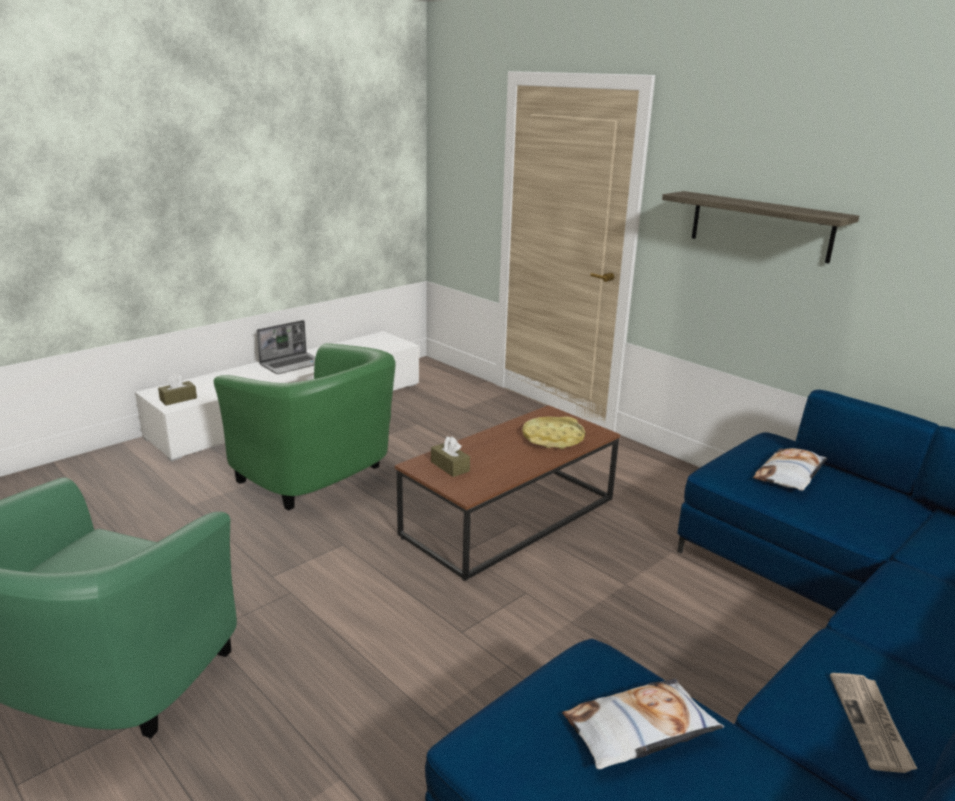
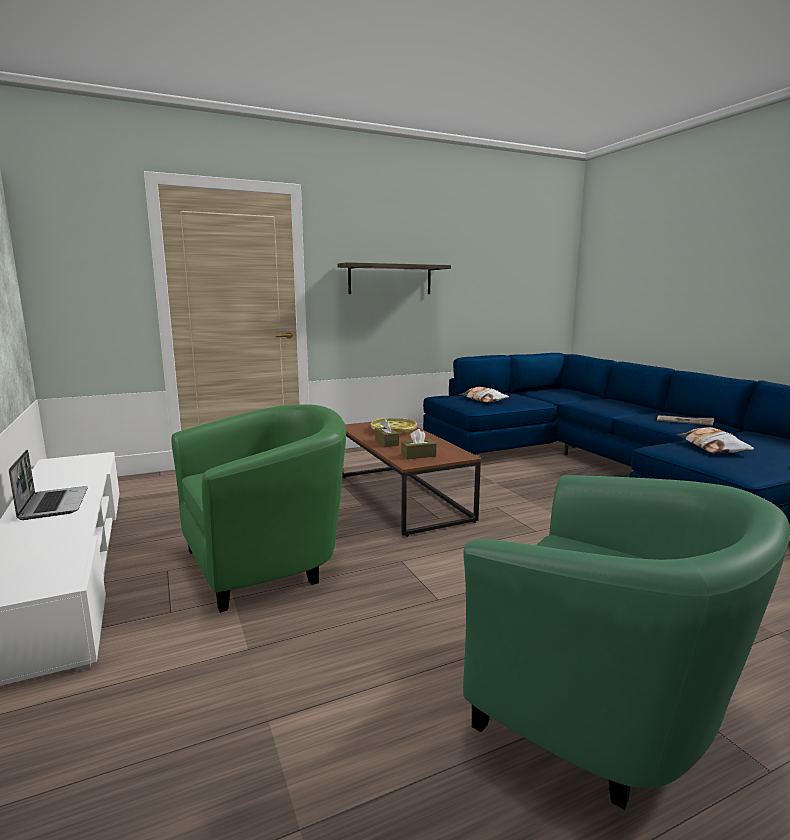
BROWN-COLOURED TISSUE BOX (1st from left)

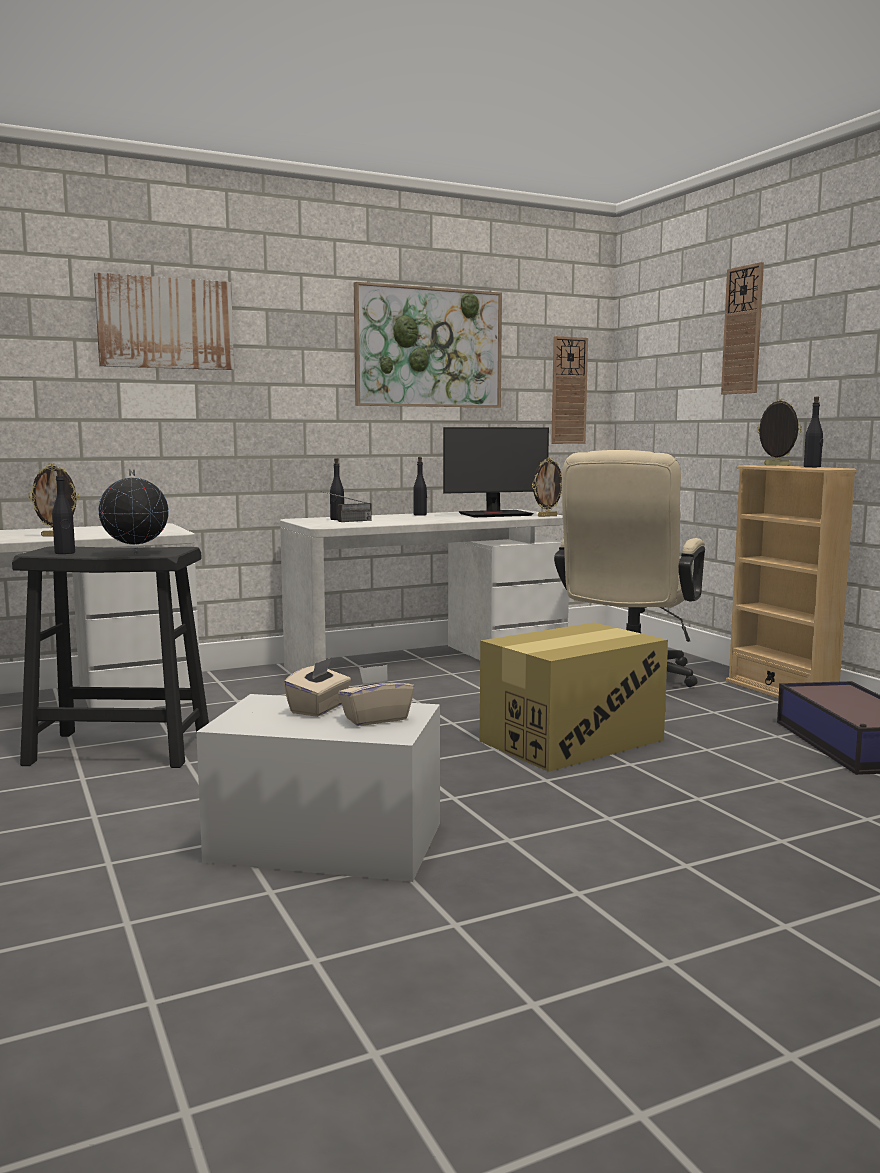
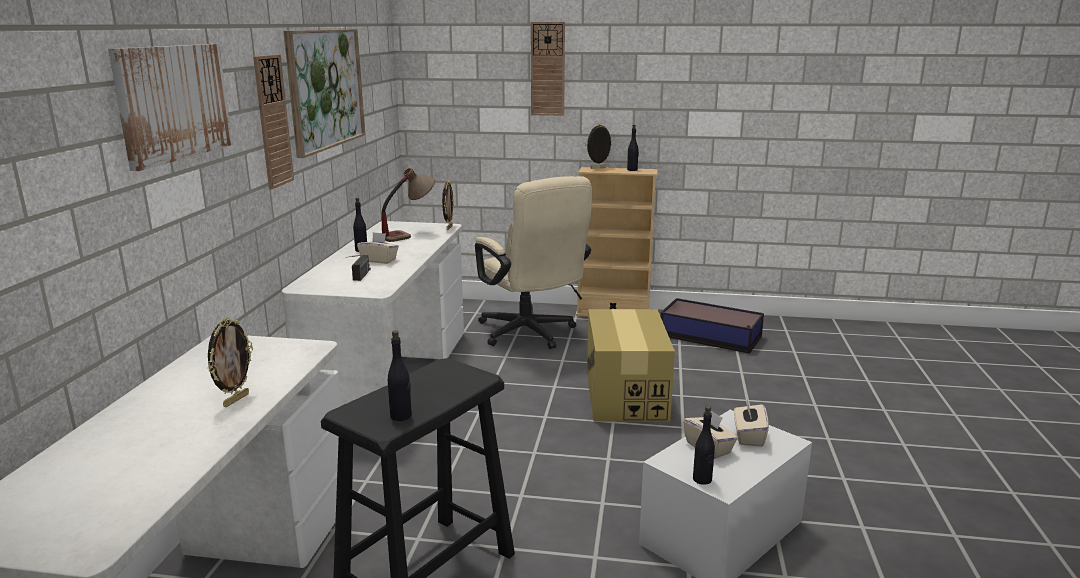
CLOCK ON THE WALL (1st from left)
TABLETOP LAMP
BLACKISH DRINK BOTTLE (4th from left)
GLOBE
BEIGE TISSUE BOX (1st from left)

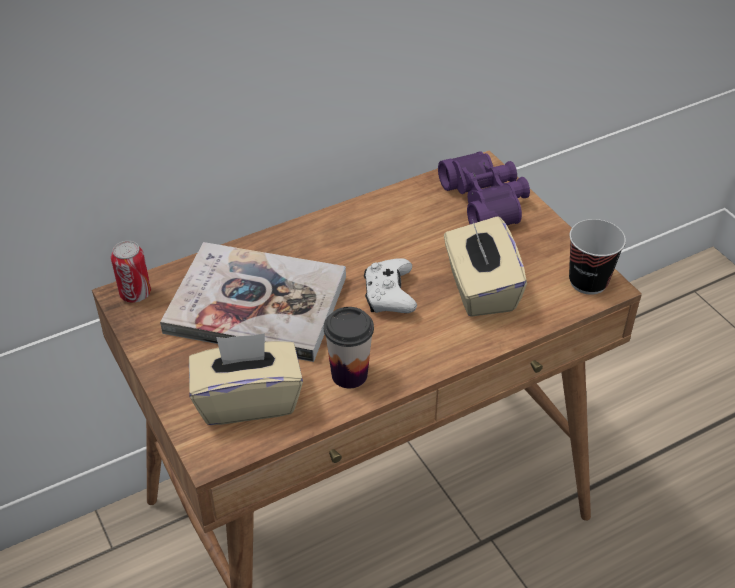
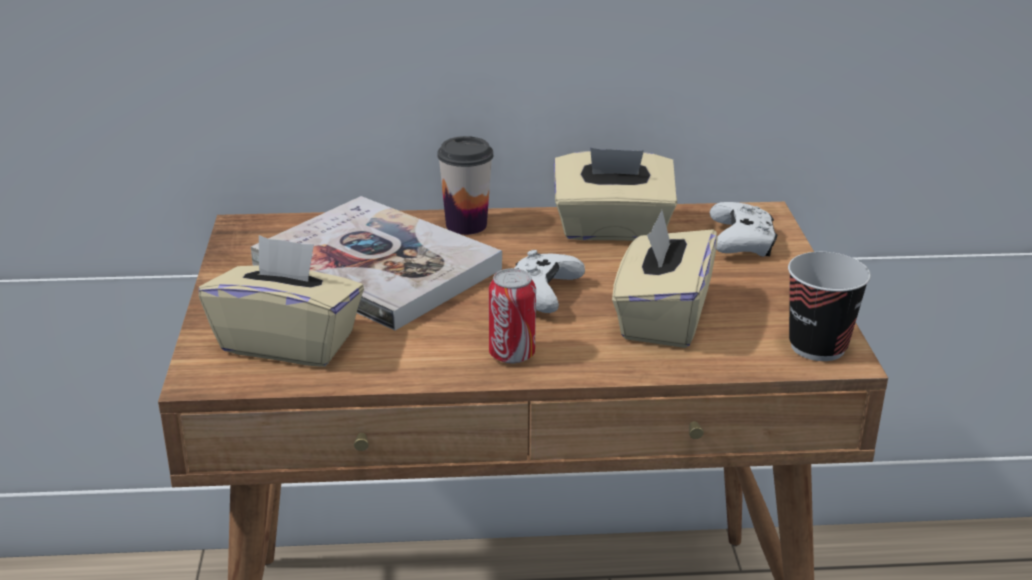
WHITISH JOYPAD (2nd from left)
SEALED CAN
DRINKING CUP (1st from left)
BEIGE TISSUE BOX (2nd from left)

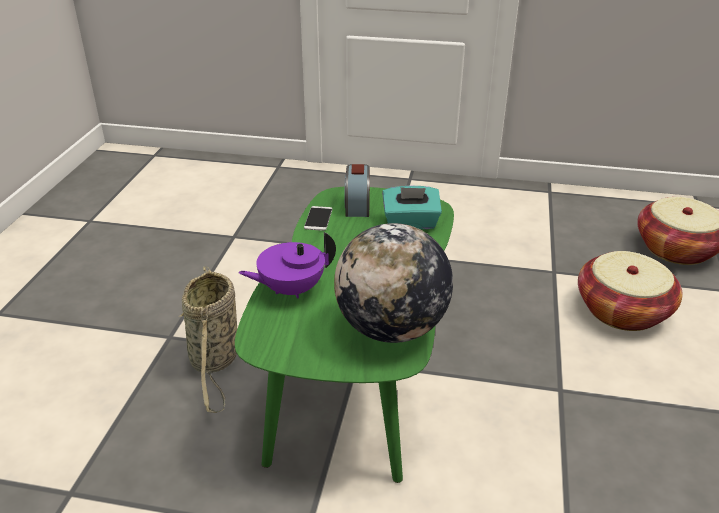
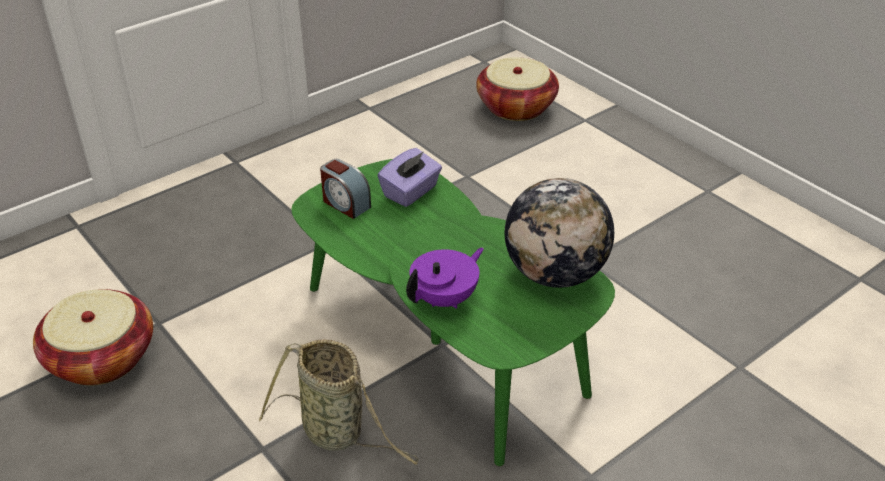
PURPLE-COLOURED TISSUE BOX
PHONE
PURPLE-COLOURED TEAPOT
BASKET (1st from left)

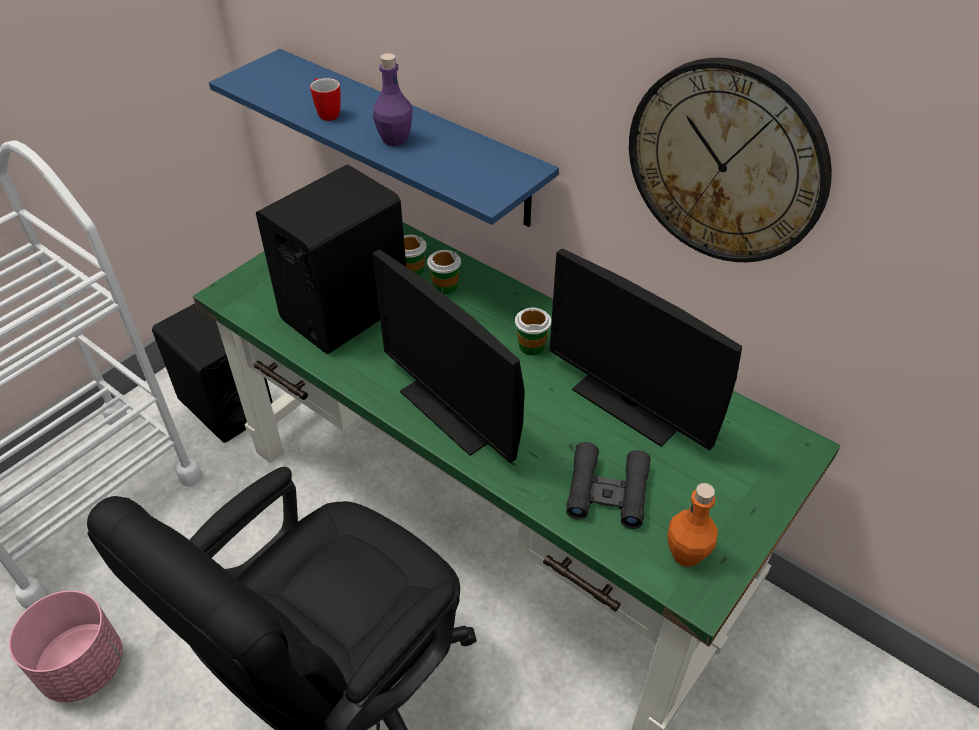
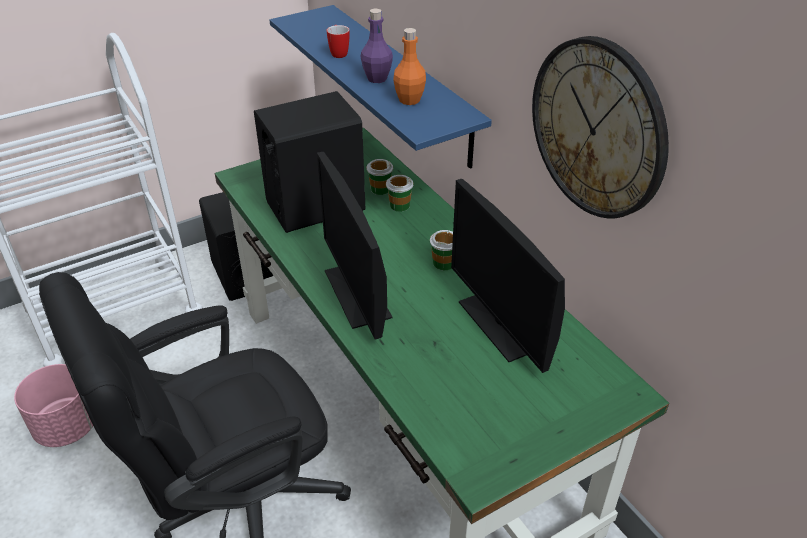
BLACKISH BINOCULARS
ORANGEY DRINK BOTTLE

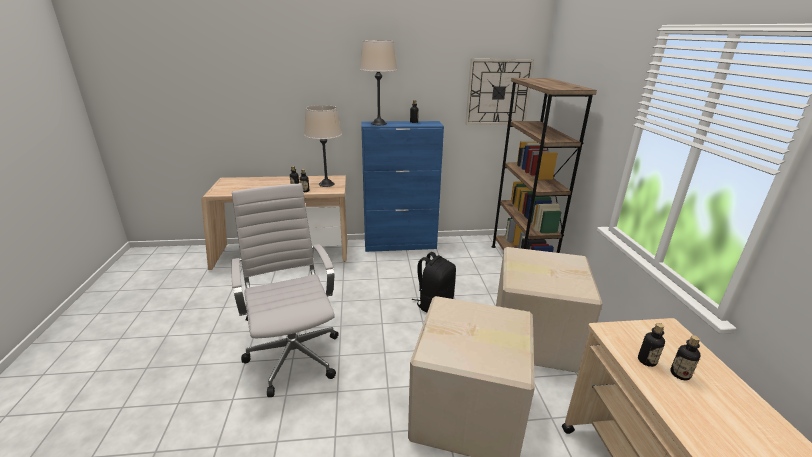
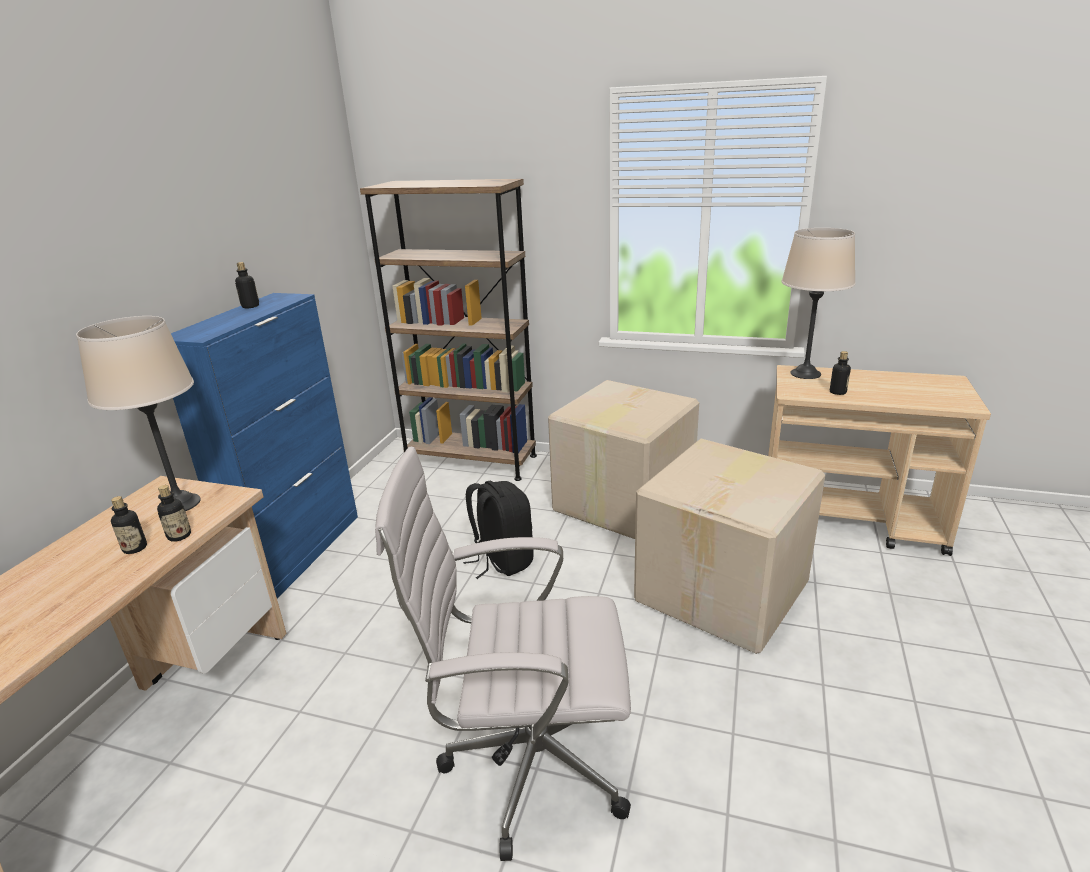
BEIGE TABLETOP LAMP (2nd from left)
CLOCK ON THE WALL
DRINK BOTTLE (5th from left in the first image)

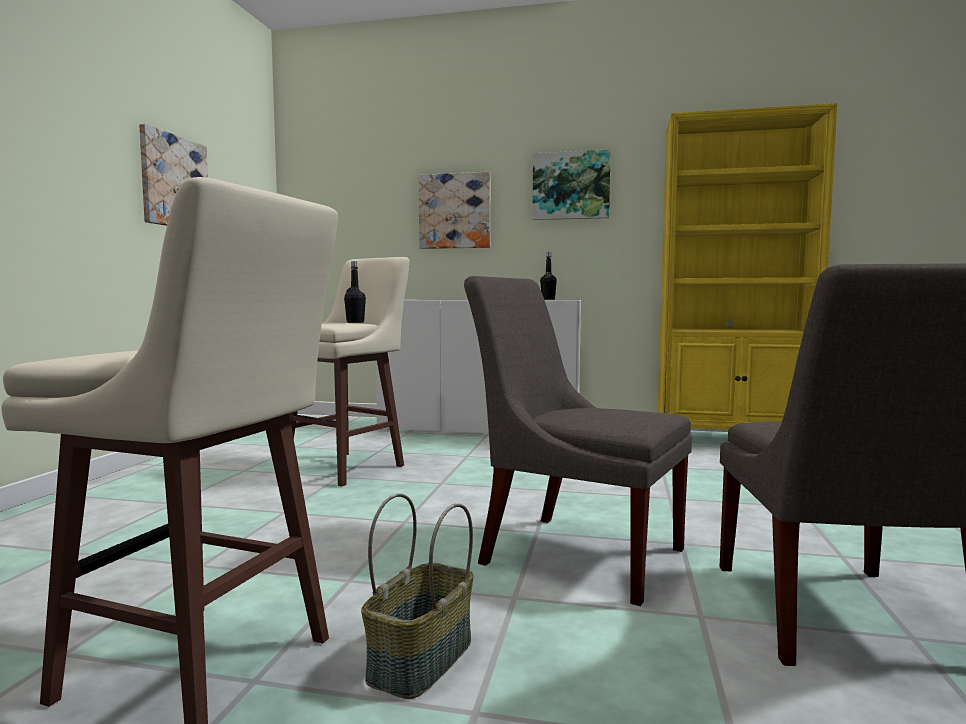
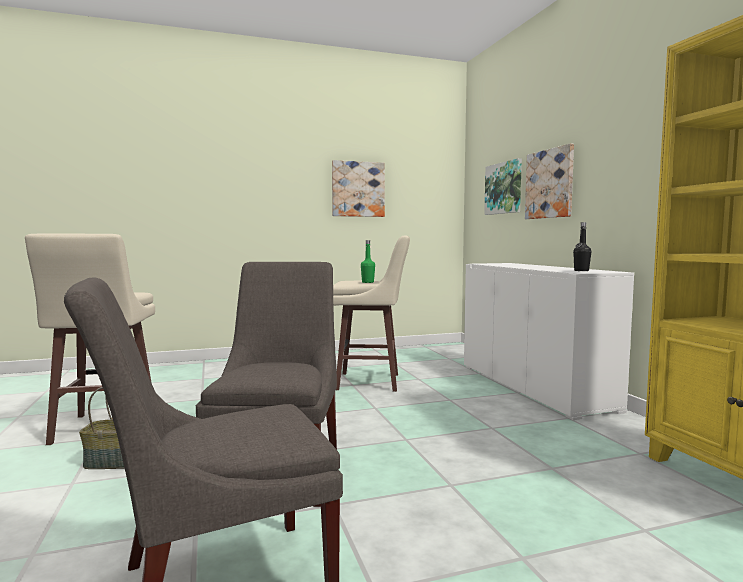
PICTURE (2nd from left)
GREENISH DRINK BOTTLE

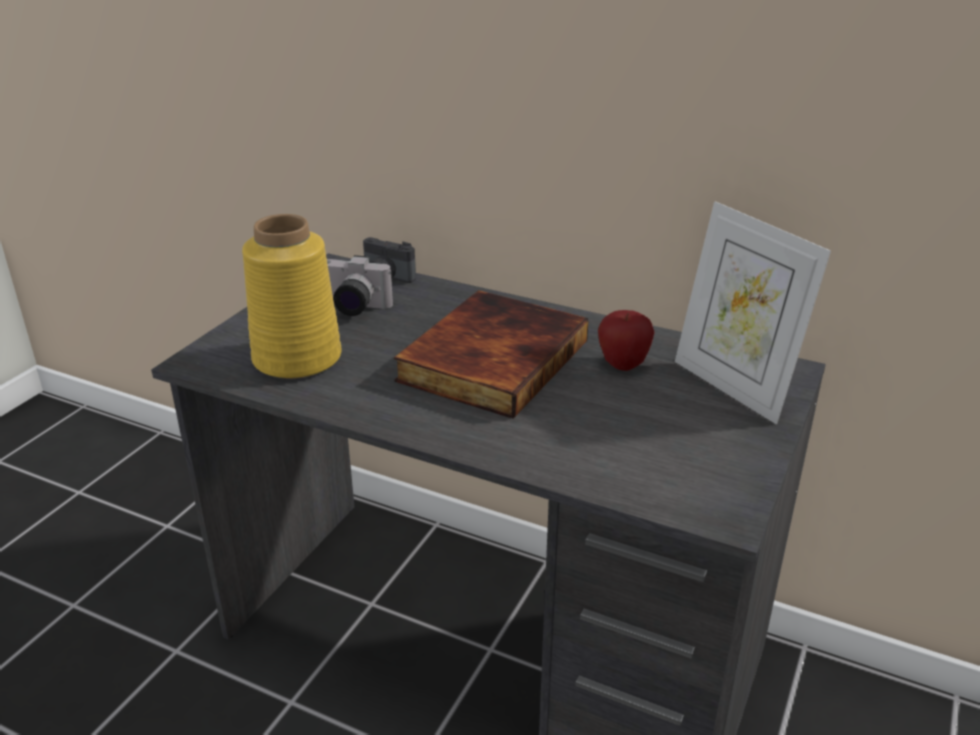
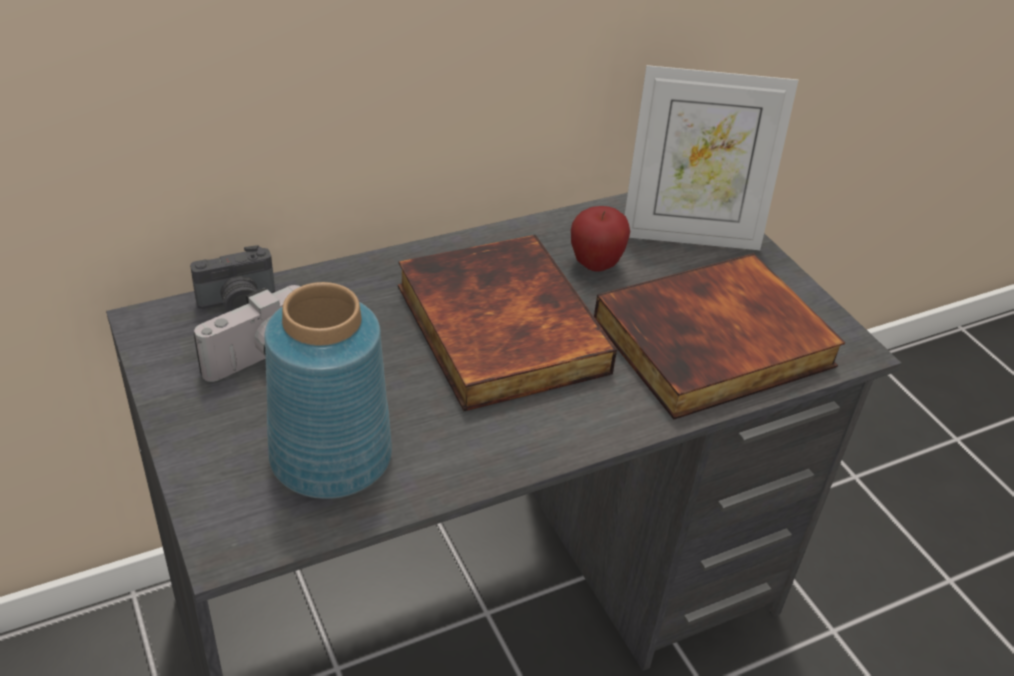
BLUE-COLOURED DECORATIVE VASE
BOUND BOOK (2nd from left)

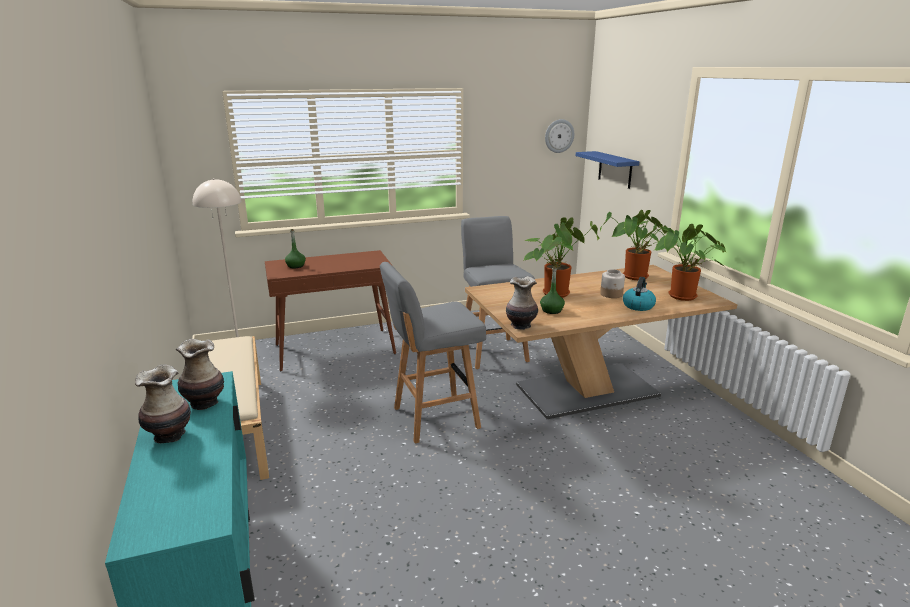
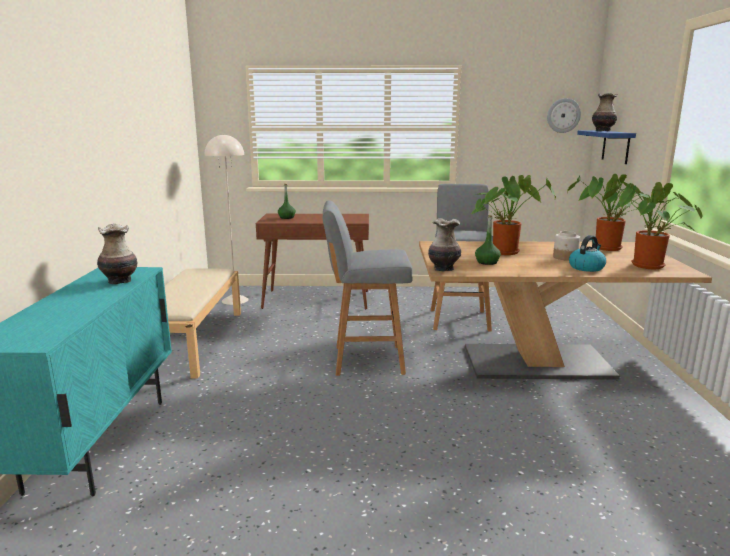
DECORATIVE VASE (3rd from left)

